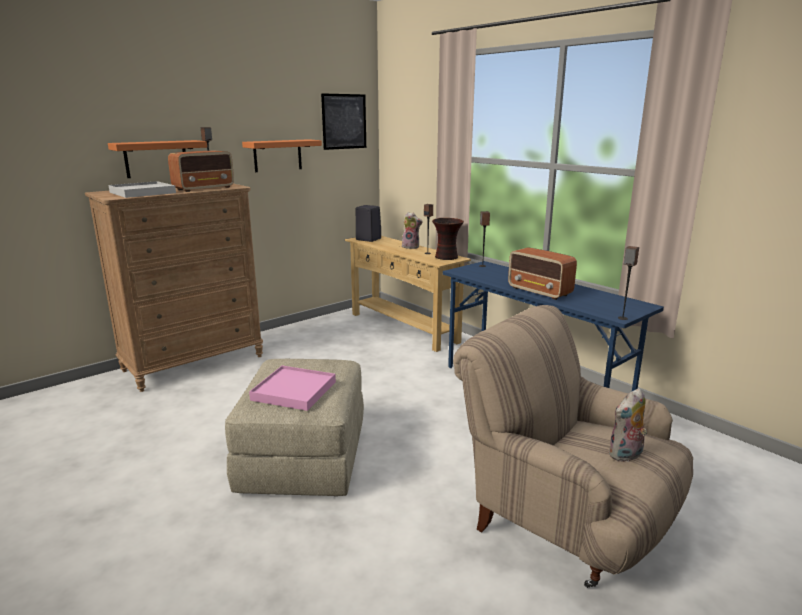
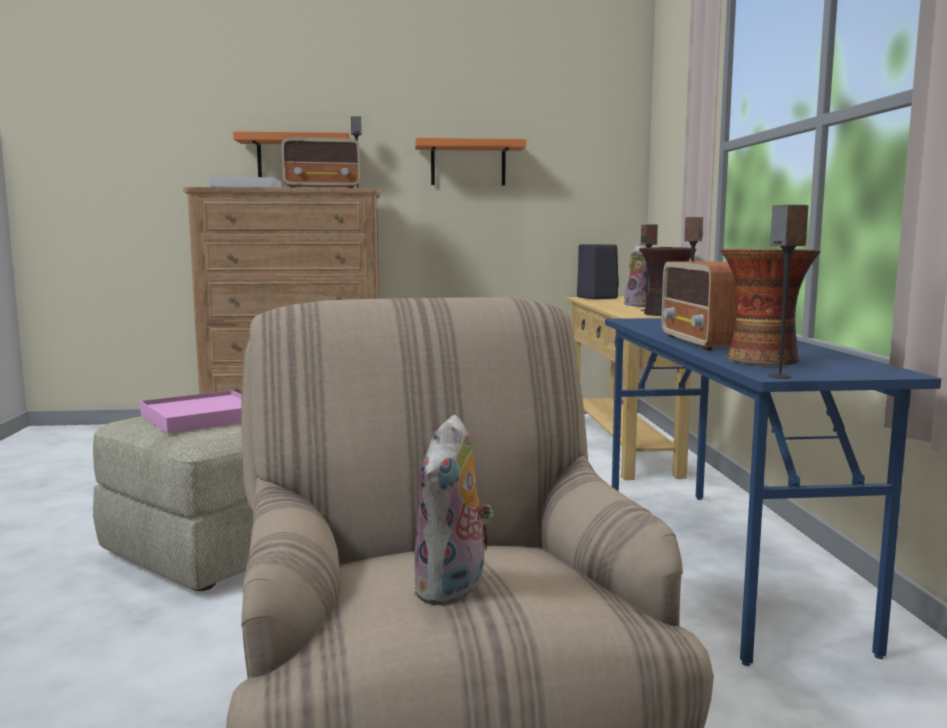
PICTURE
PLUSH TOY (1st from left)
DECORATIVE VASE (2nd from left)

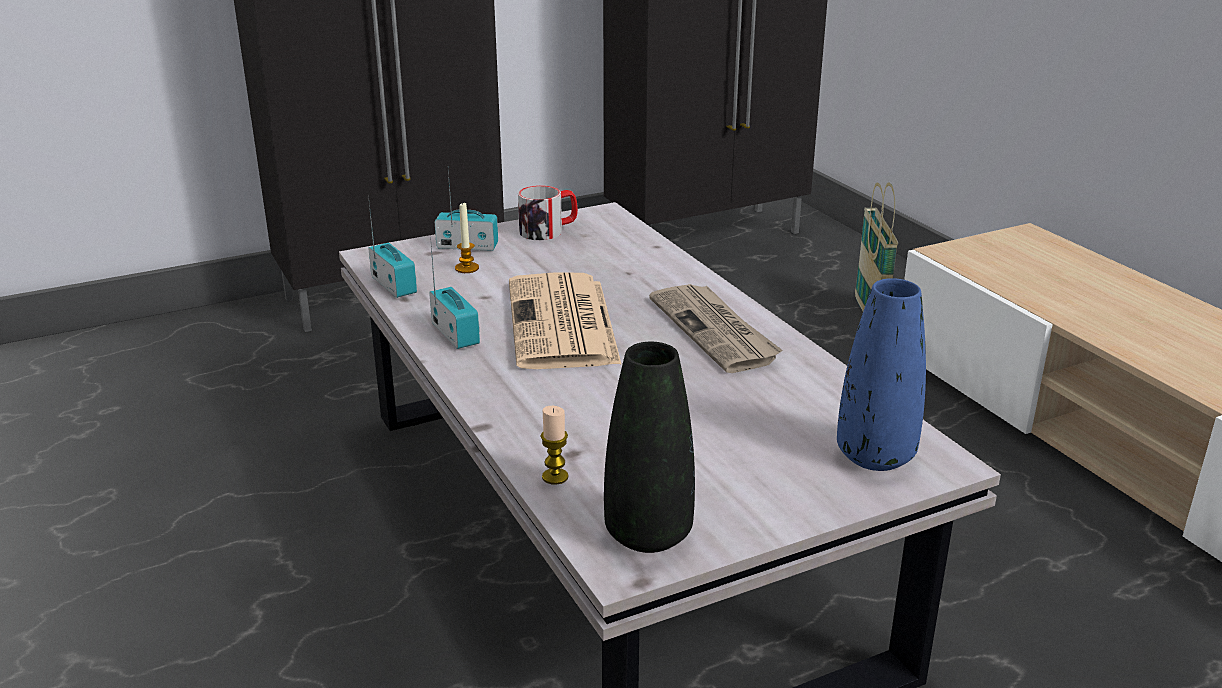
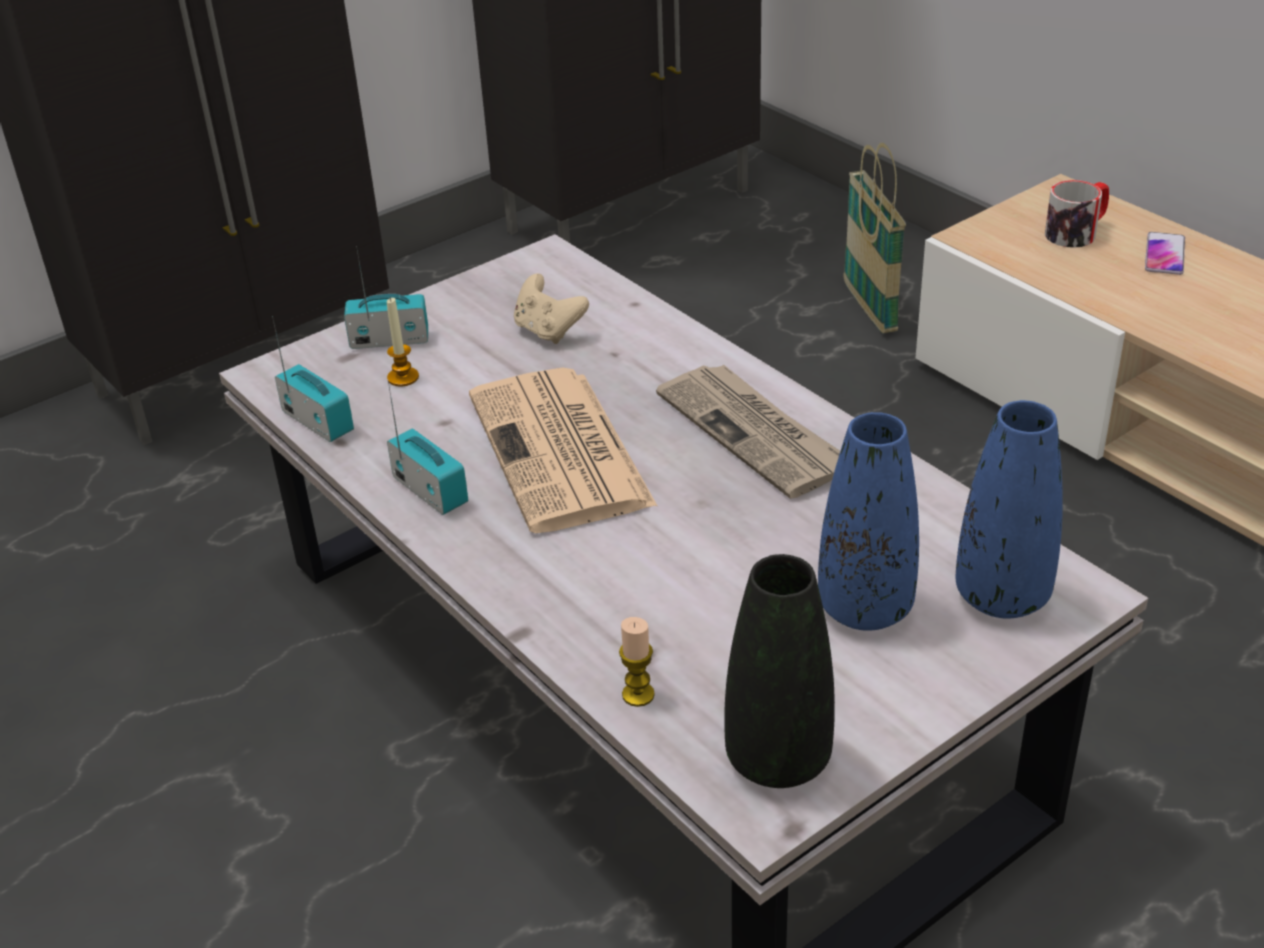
TEA MUG
PHONE
BEIGE JOYPAD
BLUE-COLOURED DECORATIVE VASE (1st from left)

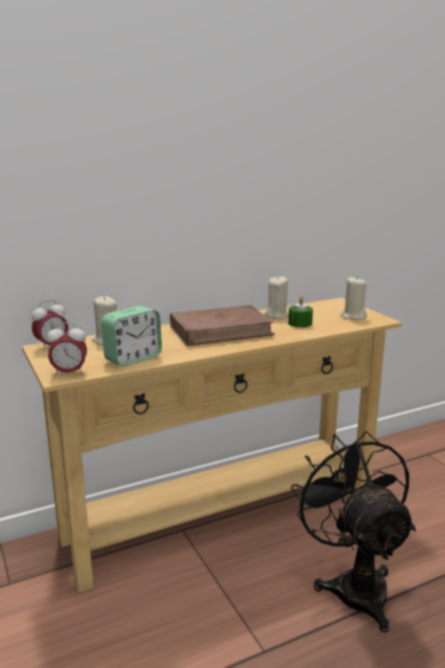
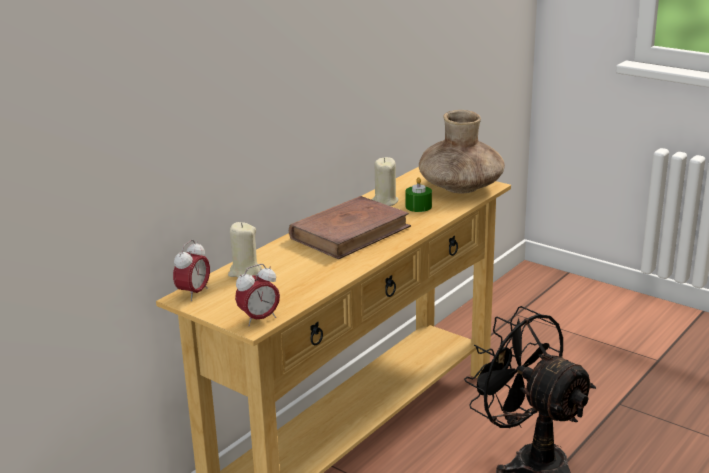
BROWN-COLOURED DECORATIVE VASE
BEDSIDE CLOCK (3rd from left in the first image)

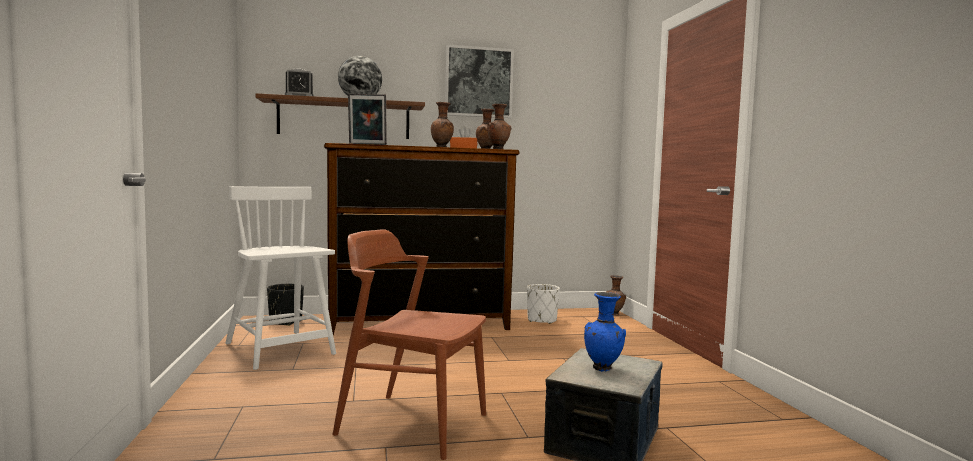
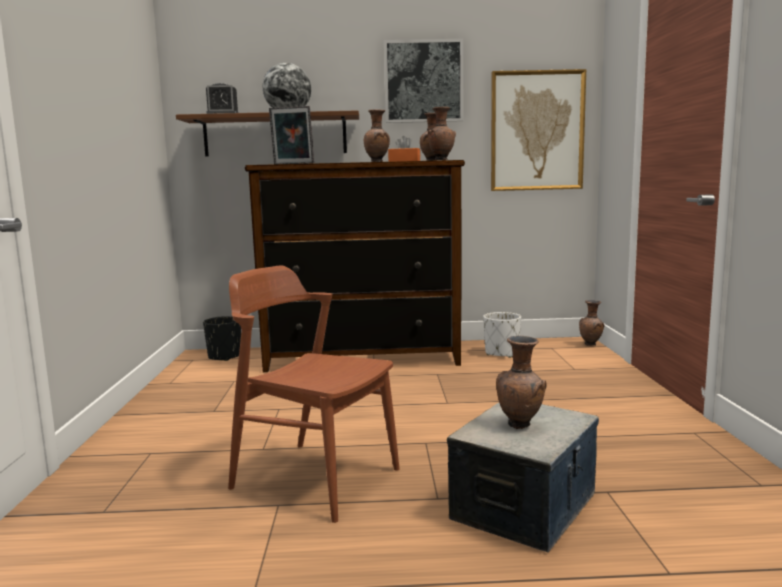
WHITISH PLAIN CHAIR
BROWN-COLOURED DECORATIVE VASE (4th from left)
PICTURE (2nd from left)

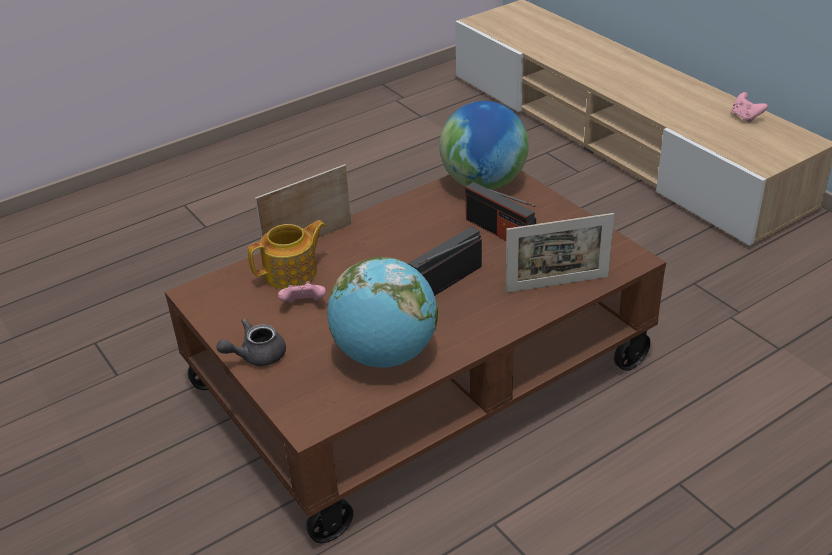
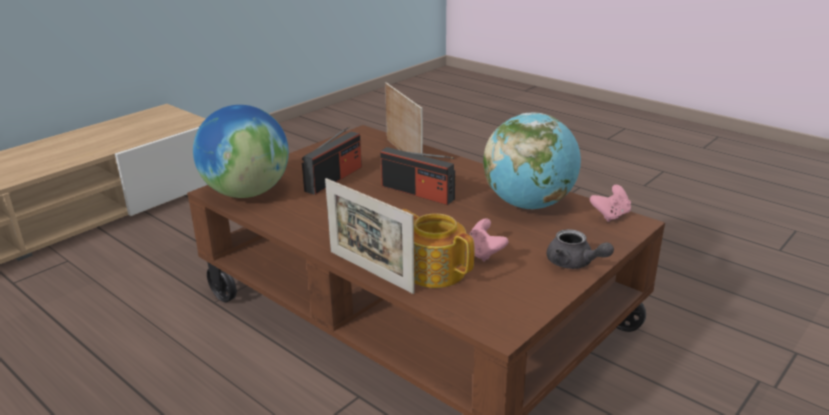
PINK-COLOURED JOYPAD (2nd from left)

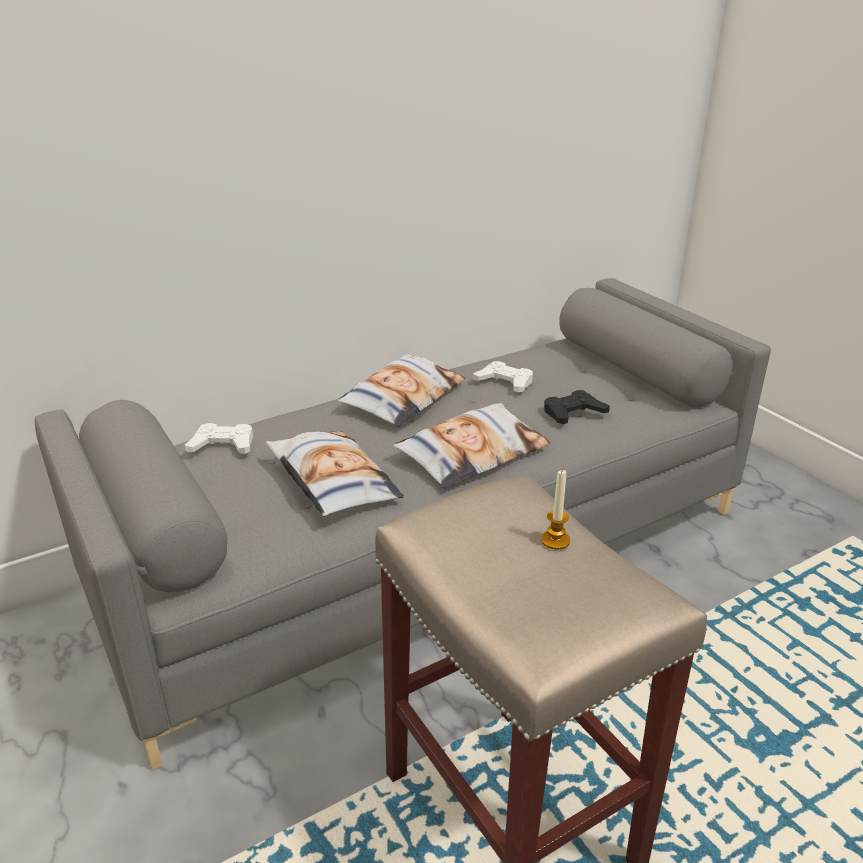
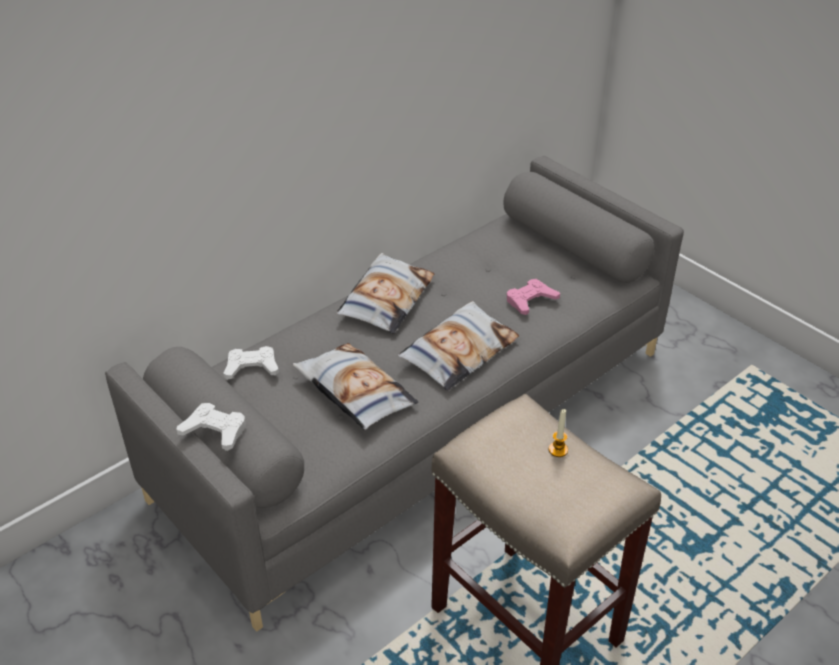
WHITISH JOYPAD (1st from left)
PINK-COLOURED JOYPAD

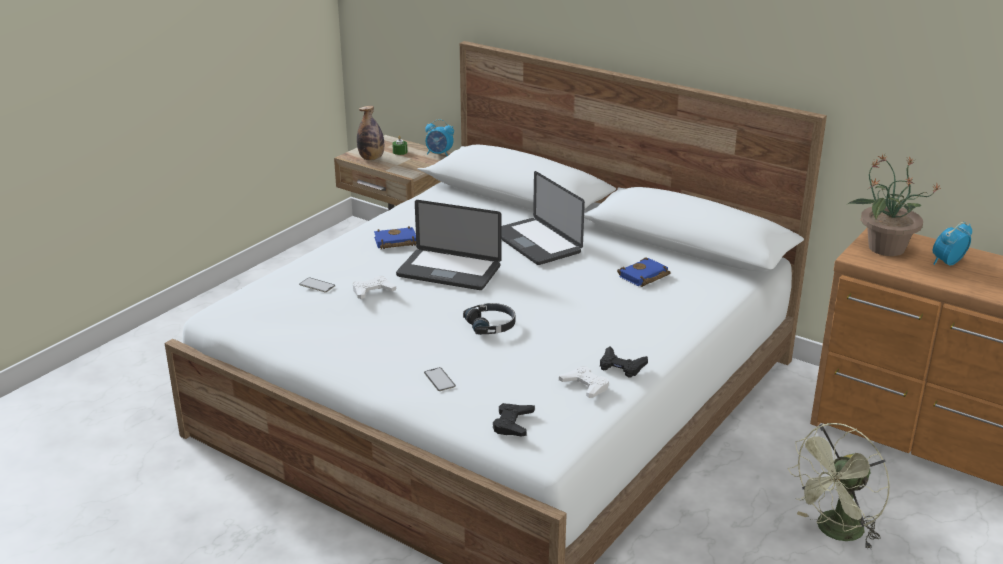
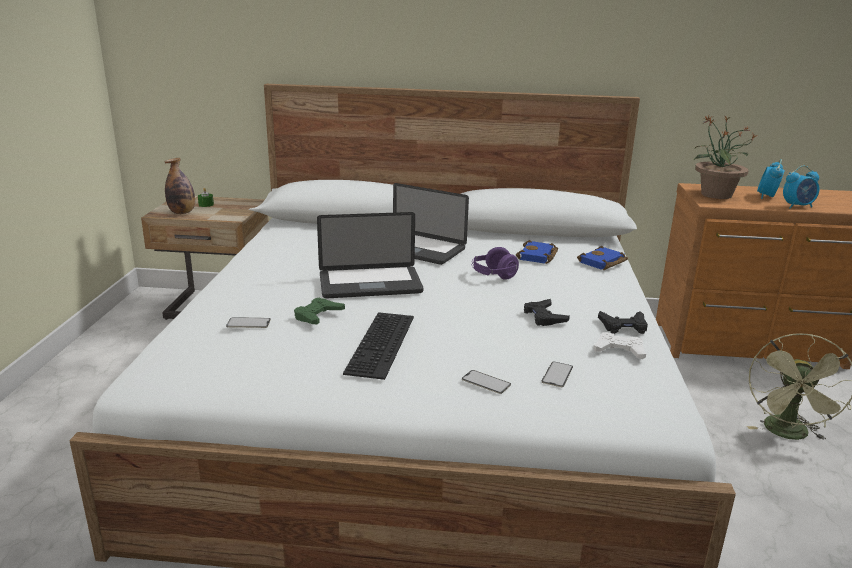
BEDSIDE CLOCK (2nd from left)
BLUE-COLOURED BOUND BOOK (2nd from left)
GREENISH JOYPAD
BLACKISH PAIR OF HEADPHONES
BLACKISH JOYPAD (1st from left)
PURPLE-COLOURED PAIR OF HEADPHONES
PC KEYBOARD
PHONE (3rd from left)

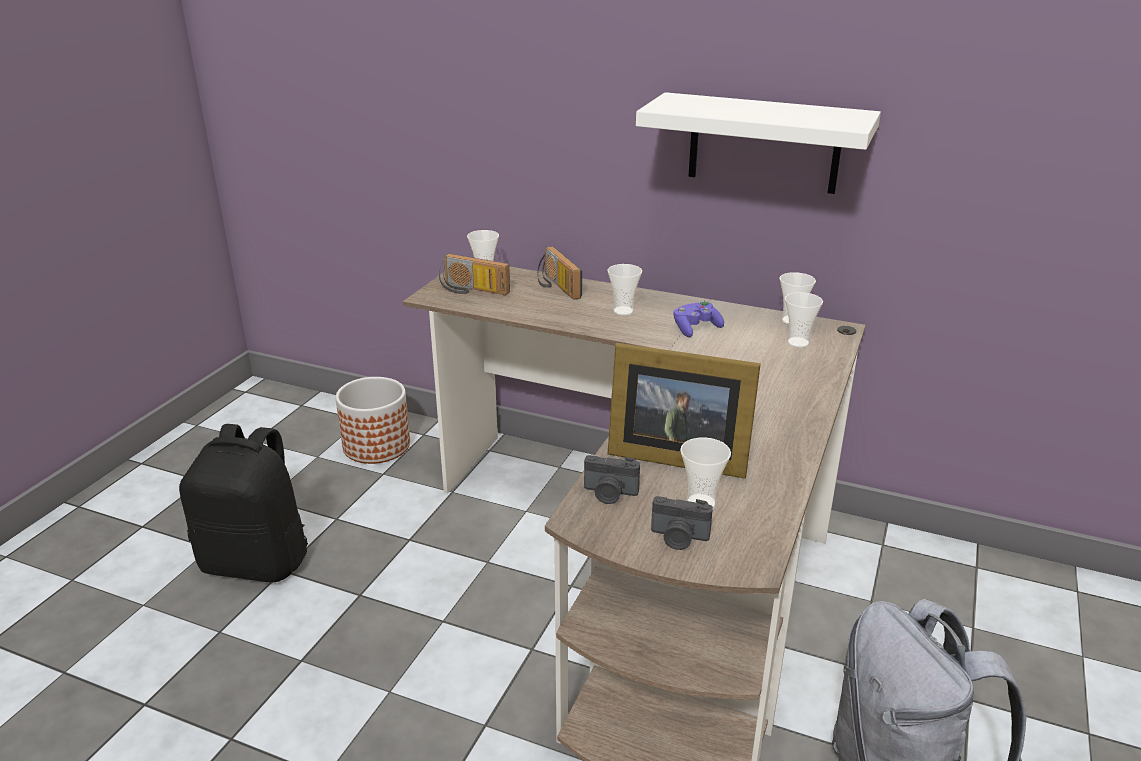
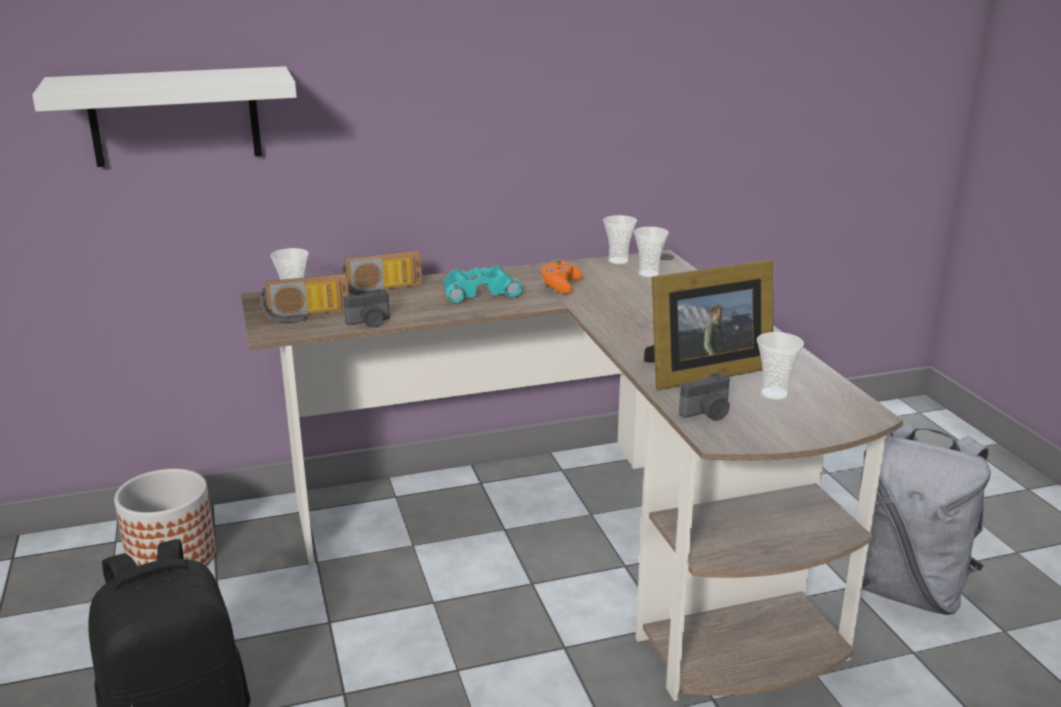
WHITISH BRACKET SHELF
RADIO SET (2nd from left)
BLUE-GREEN BINOCULARS
ORANGEY JOYPAD
STILL CAMERA (1st from left)

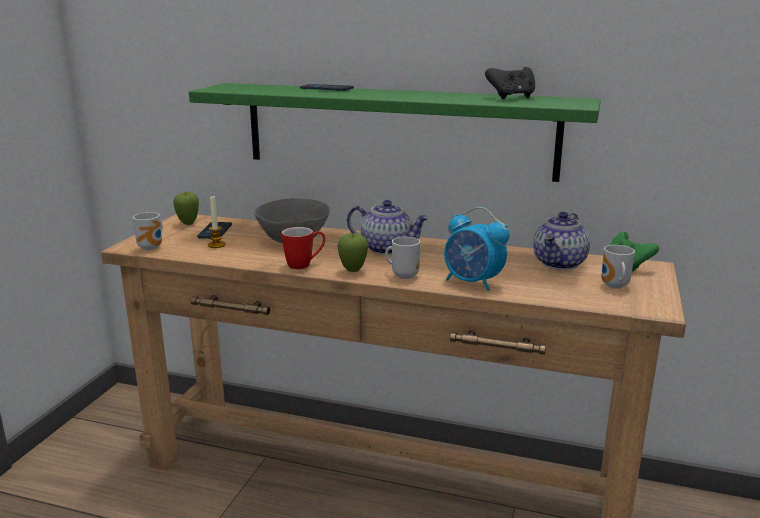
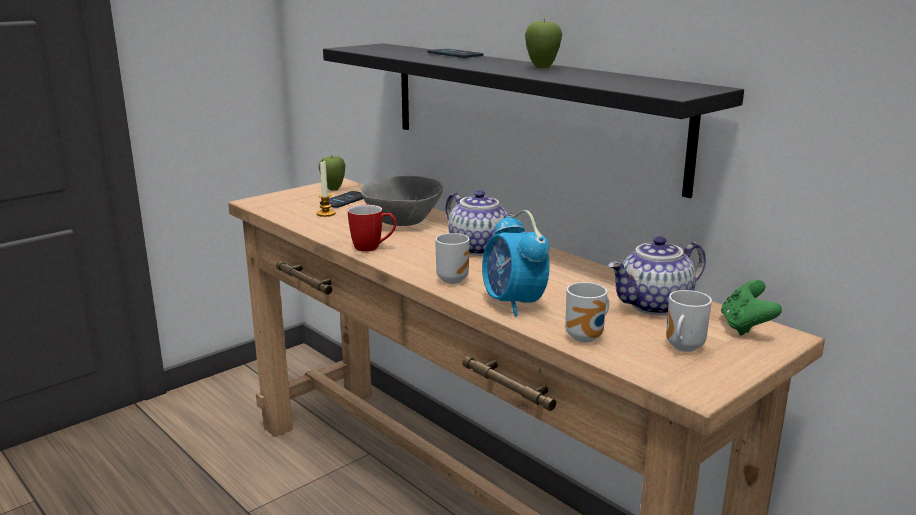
BLACKISH JOYPAD
BLACKISH BRACKET SHELF
TEA MUG (3rd from left)
APPLE FRUIT (2nd from left)

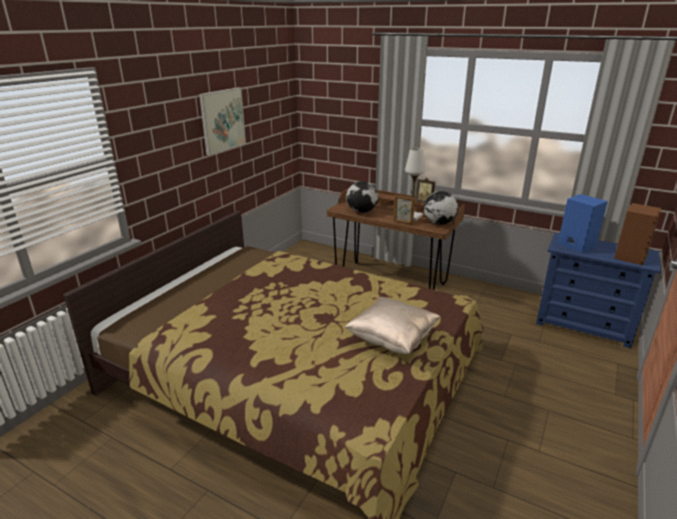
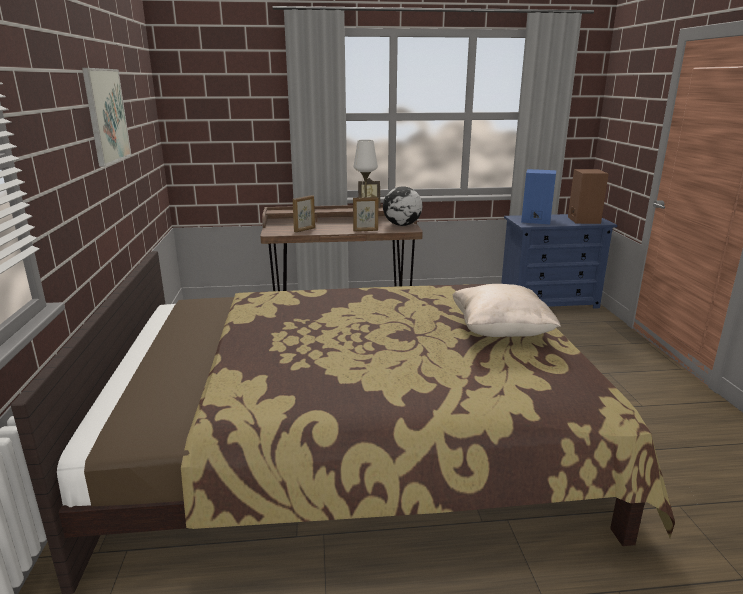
STANDING FRAME (1st from left)

